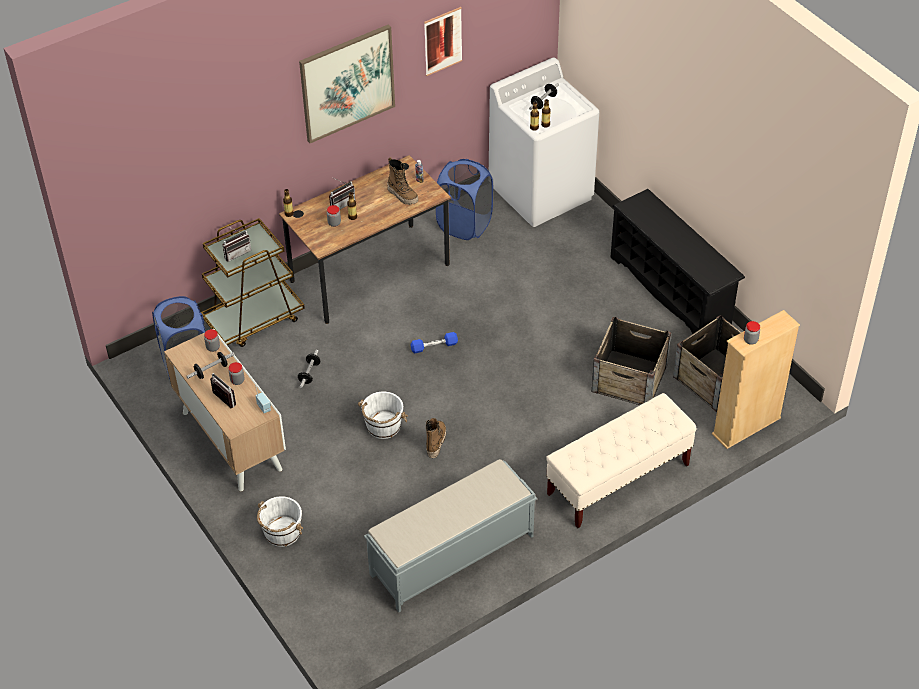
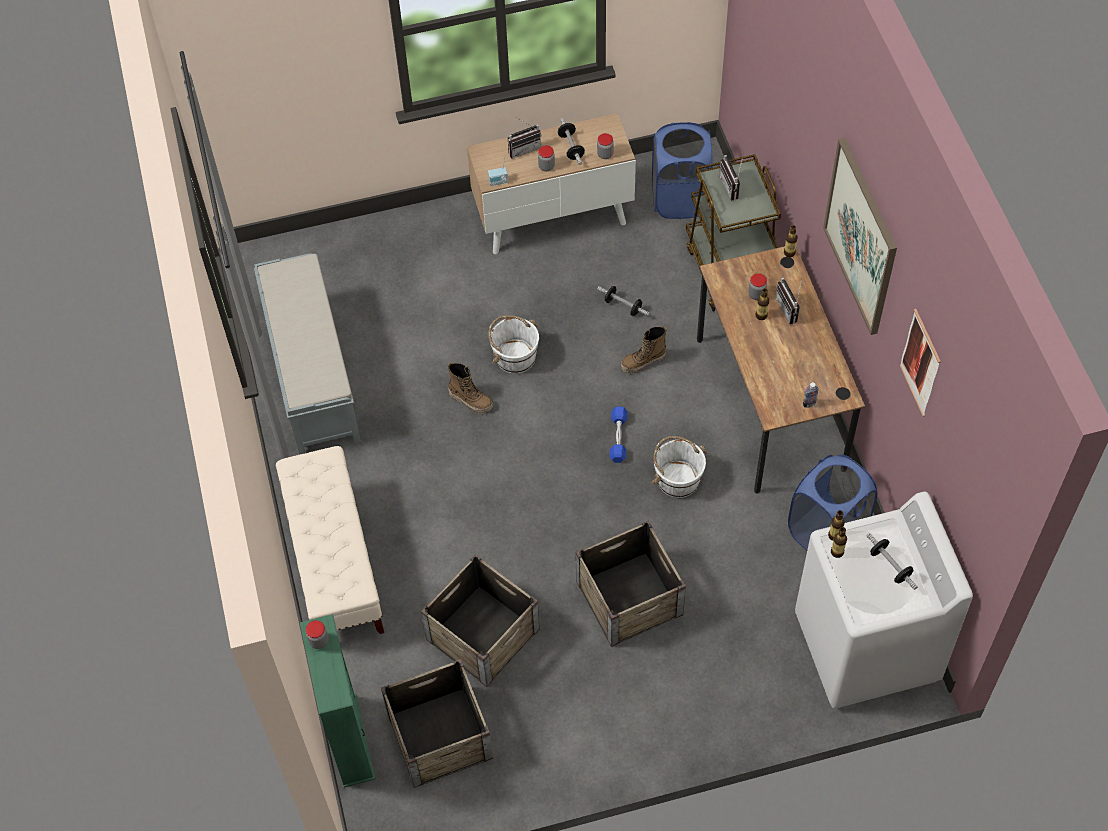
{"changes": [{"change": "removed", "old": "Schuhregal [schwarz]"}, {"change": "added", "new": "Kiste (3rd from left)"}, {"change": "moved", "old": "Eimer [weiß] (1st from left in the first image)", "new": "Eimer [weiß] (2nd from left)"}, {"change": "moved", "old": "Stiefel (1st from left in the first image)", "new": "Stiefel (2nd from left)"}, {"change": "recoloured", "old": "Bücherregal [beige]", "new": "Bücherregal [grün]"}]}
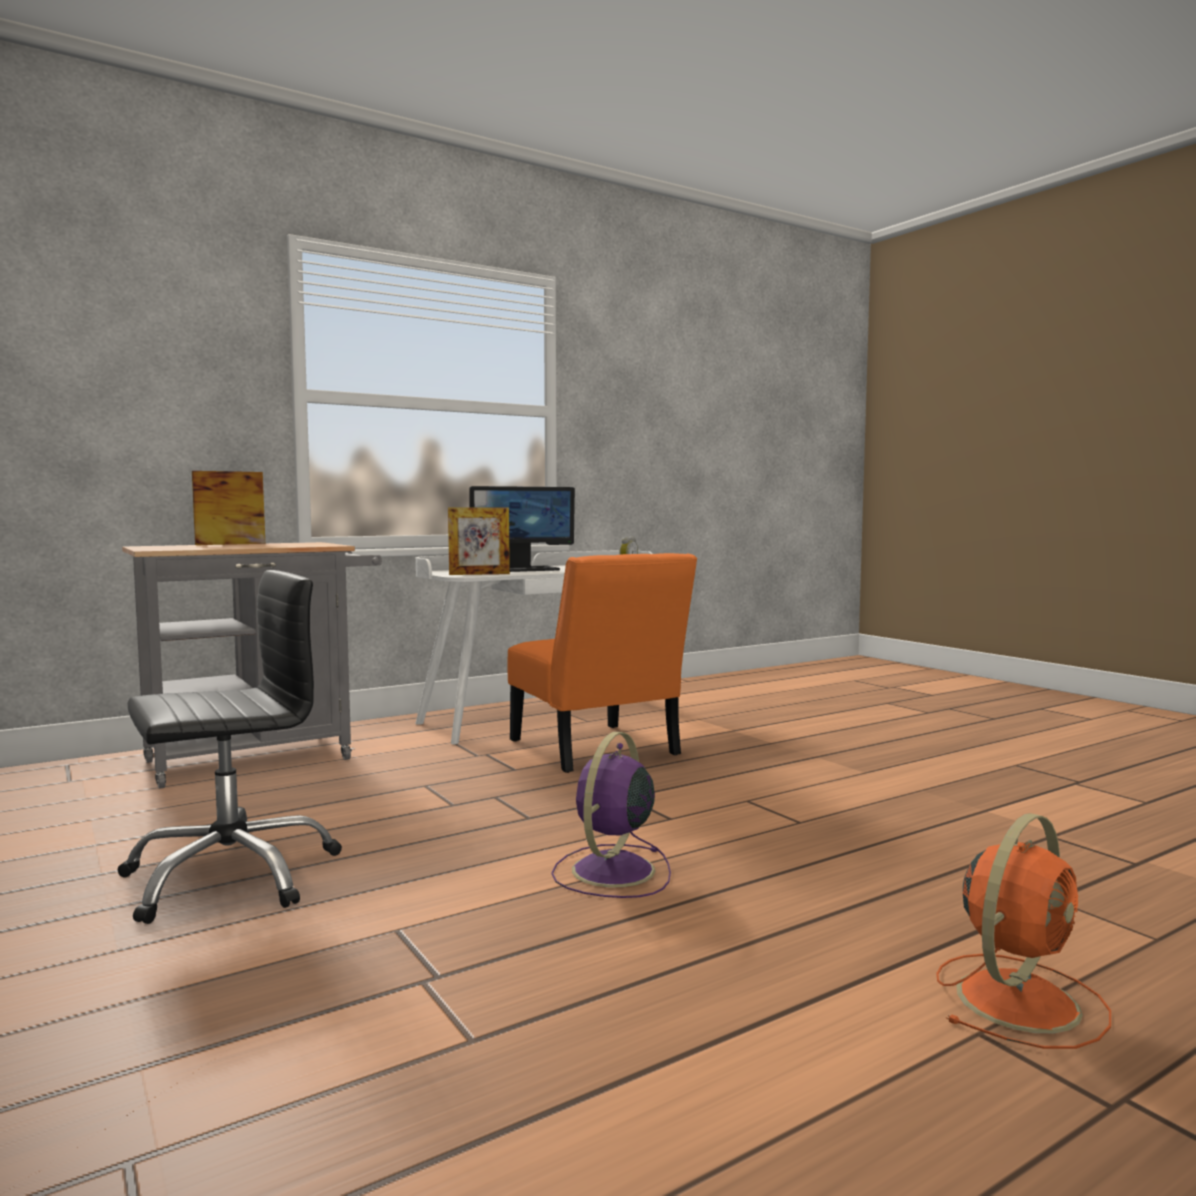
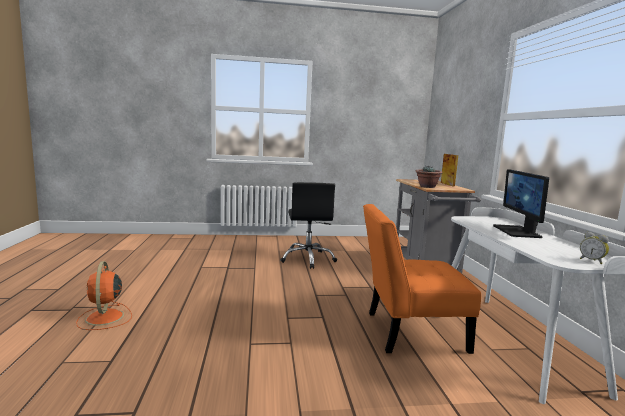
{"changes": [{"change": "removed", "old": "Bilderrahmen (2nd from left)"}, {"change": "removed", "old": "Ventilator [lila]"}, {"change": "added", "new": "Topfpflanze"}]}
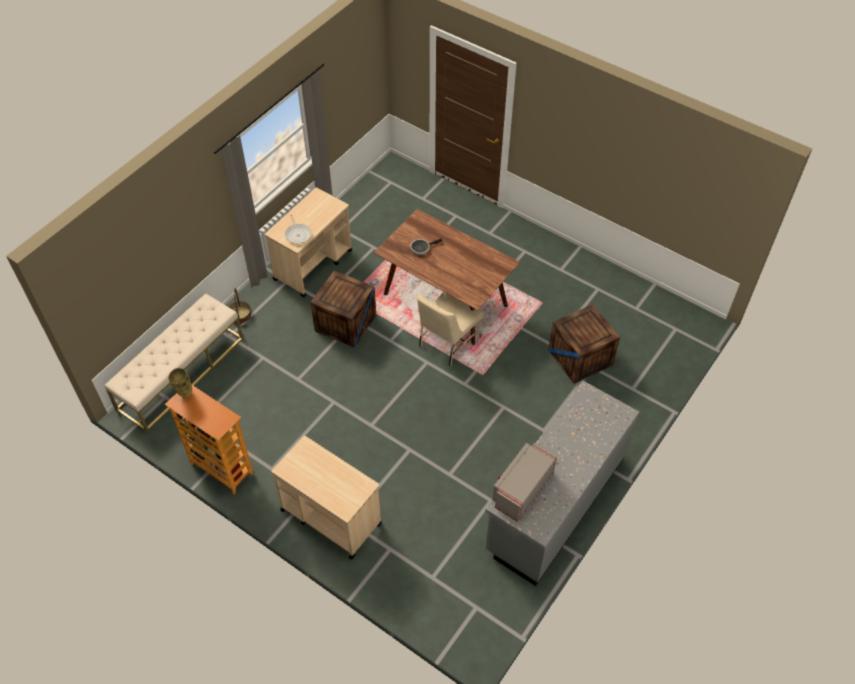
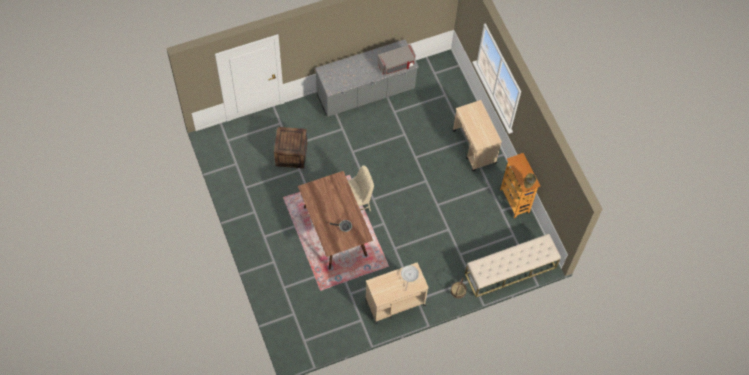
{"changes": [{"change": "removed", "old": "Kiste (1st from left)"}]}
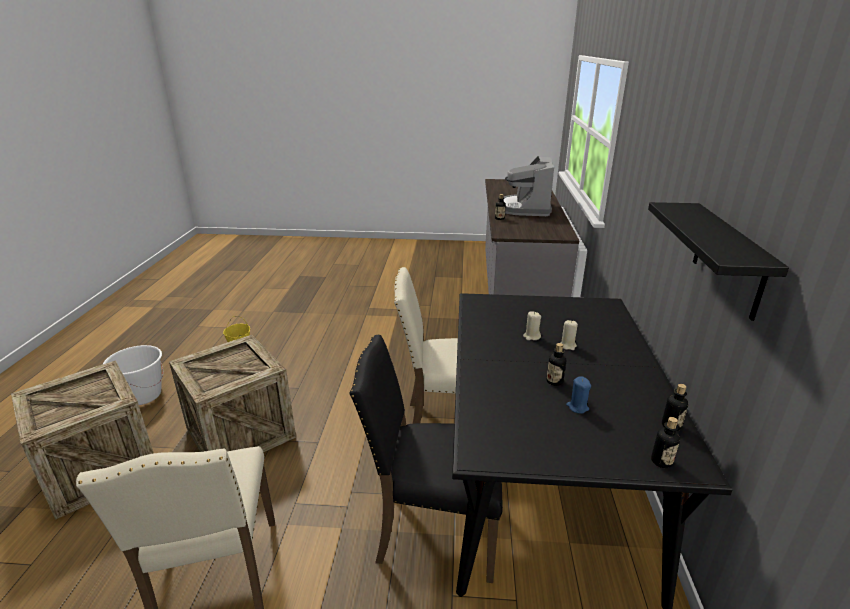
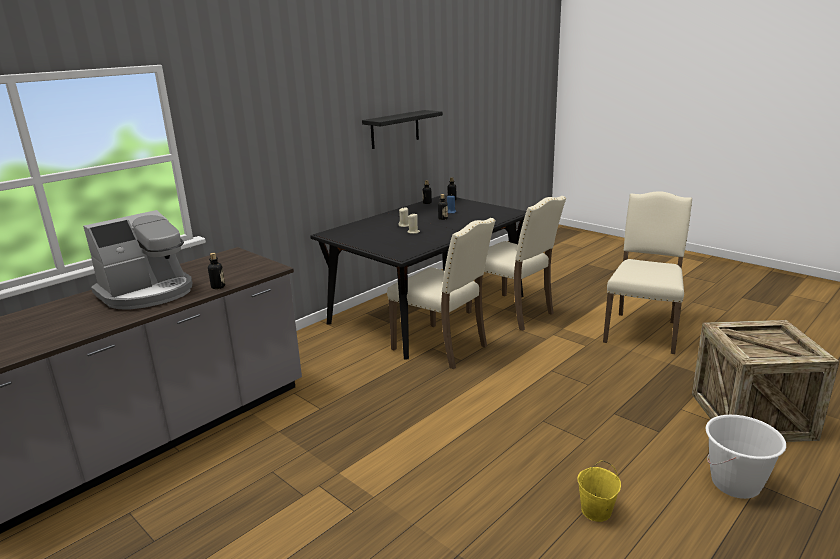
{"changes": [{"change": "removed", "old": "Kiste (2nd from left)"}, {"change": "recoloured", "old": "Stuhl [schwarz]", "new": "Stuhl [beige] (2nd from left)"}]}
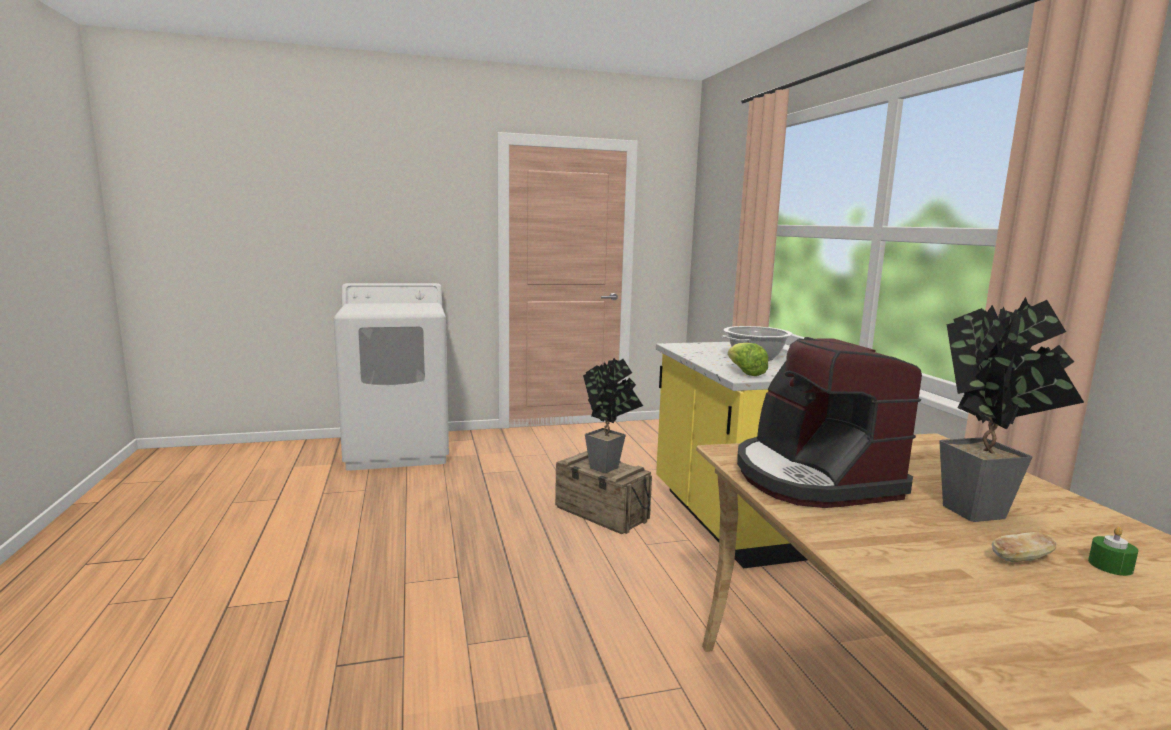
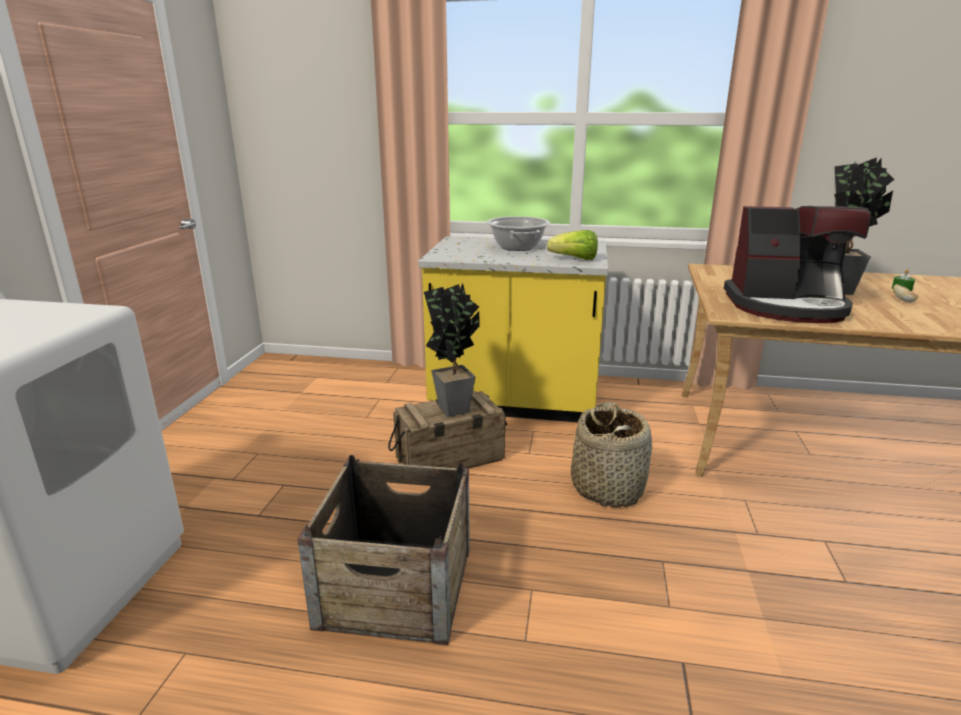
{"changes": [{"change": "added", "new": "Kiste (1st from left)"}, {"change": "added", "new": "Korb"}]}
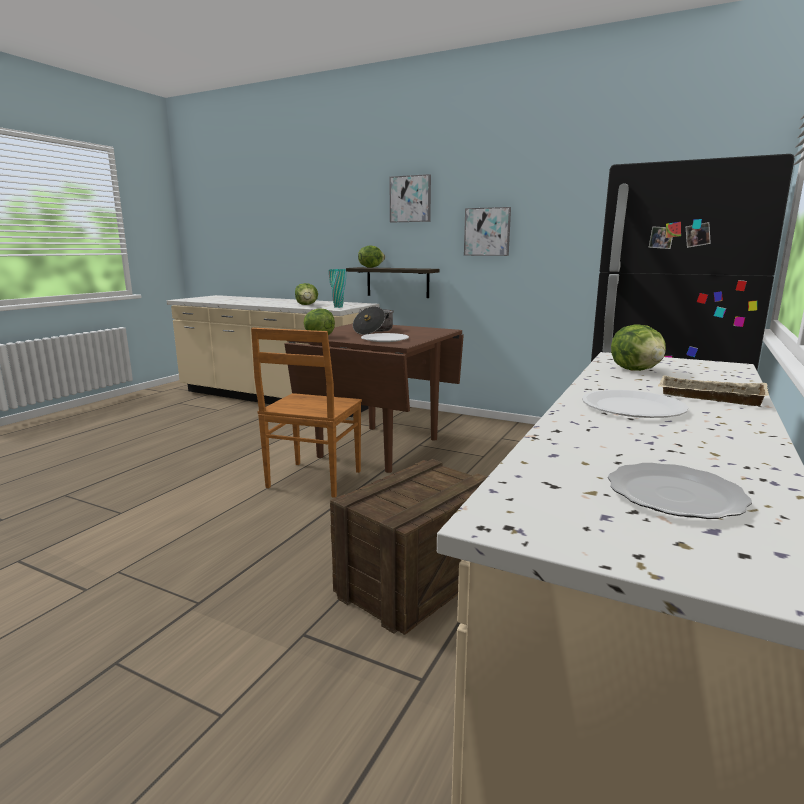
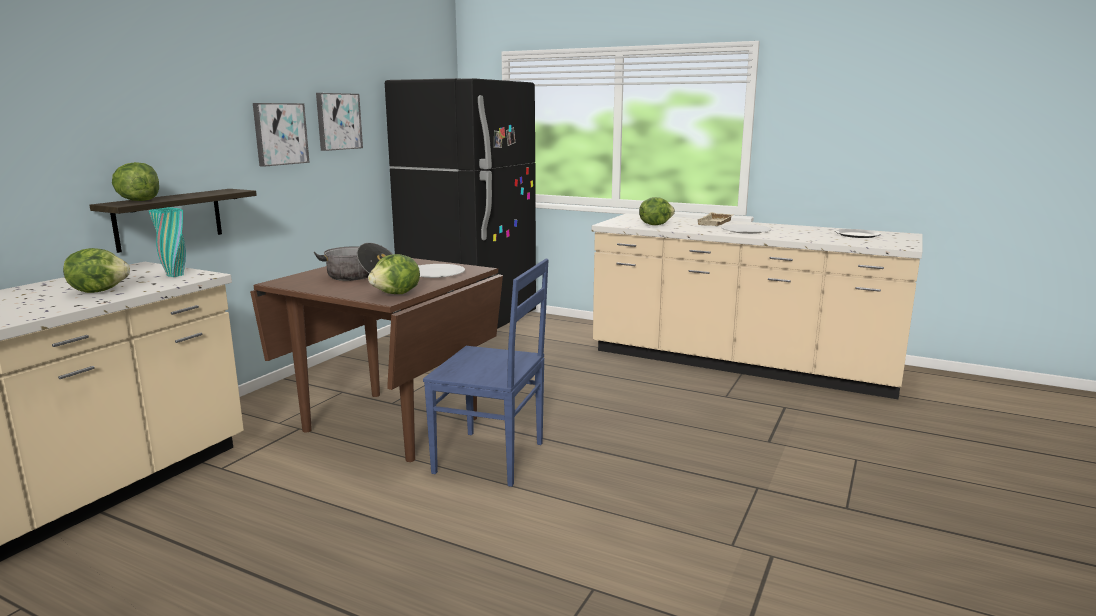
{"changes": [{"change": "removed", "old": "Kiste"}, {"change": "moved", "old": "Bild (1st from left in the first image)", "new": "Bild (2nd from left)"}, {"change": "recoloured", "old": "Stuhl [braun]", "new": "Stuhl [blau]"}]}
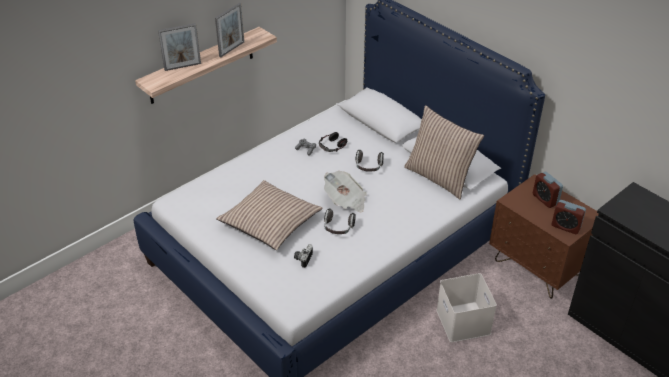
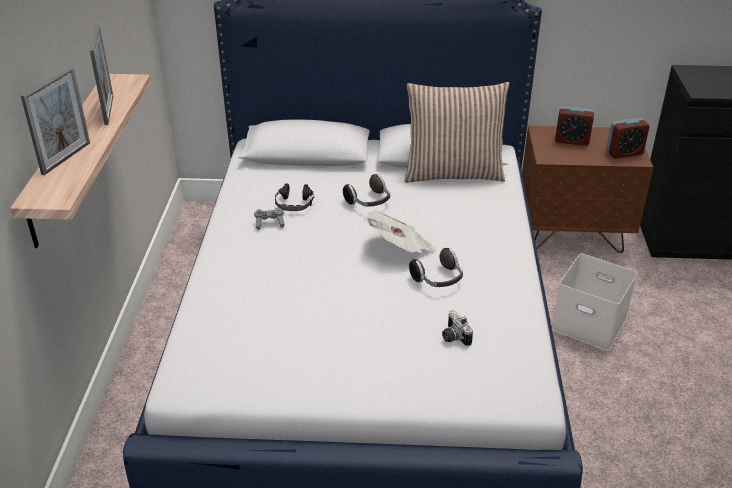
{"changes": [{"change": "removed", "old": "Kissen (1st from left)"}]}
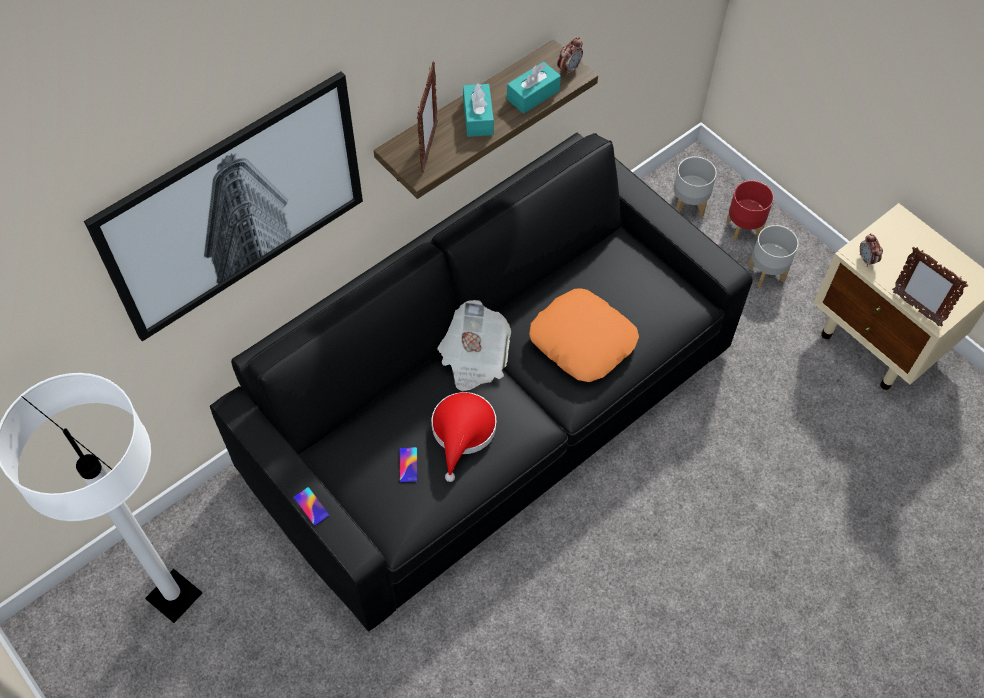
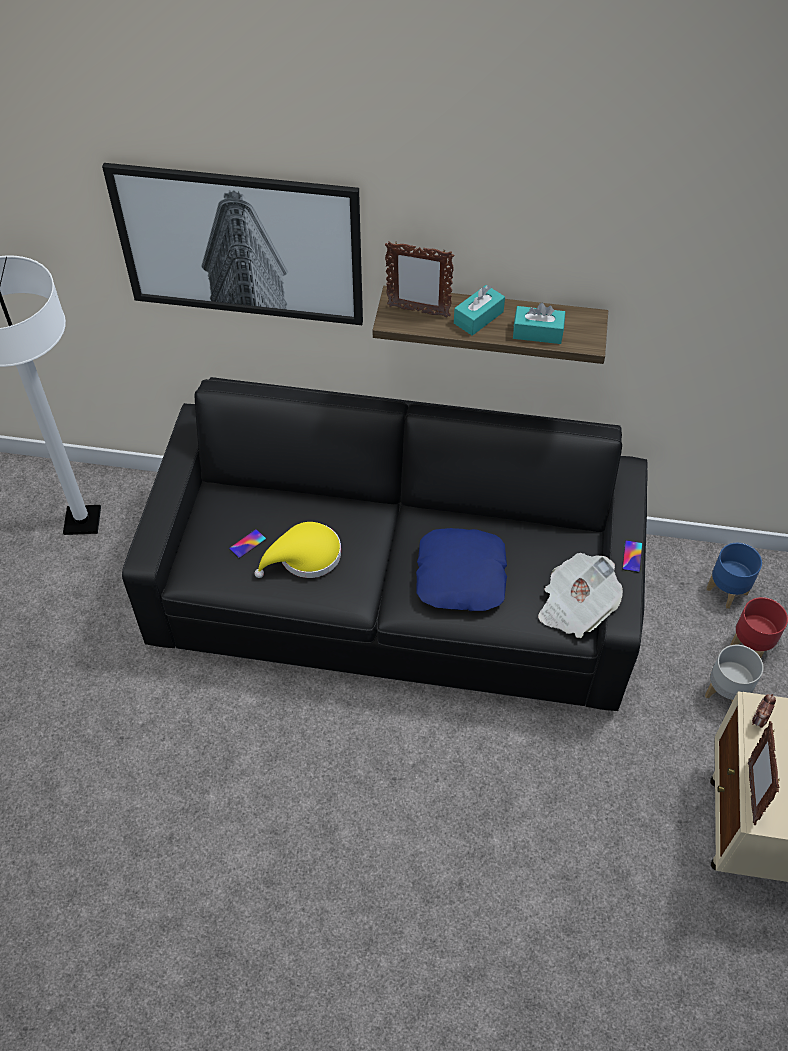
{"changes": [{"change": "removed", "old": "Wecker (1st from left)"}, {"change": "moved", "old": "Handy (1st from left in the first image)", "new": "Handy (2nd from left)"}, {"change": "moved", "old": "Zeitung"}, {"change": "recoloured", "old": "Hut [rot]", "new": "Hut [gelb]"}, {"change": "recoloured", "old": "Kissen [orange]", "new": "Kissen [blau]"}, {"change": "recoloured", "old": "Pflanzkübel [grau] (1st from left)", "new": "Pflanzkübel [blau]"}, {"change": "turned", "old": "Bilderrahmen (1st from left)", "degrees": 45}]}
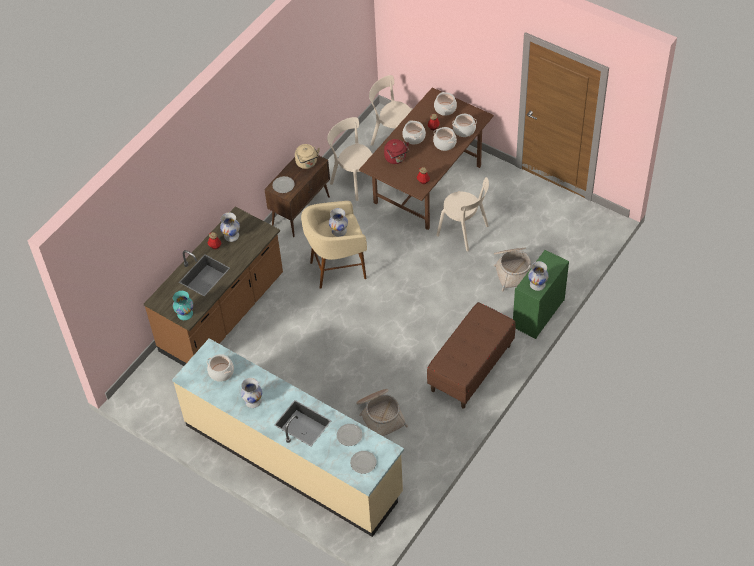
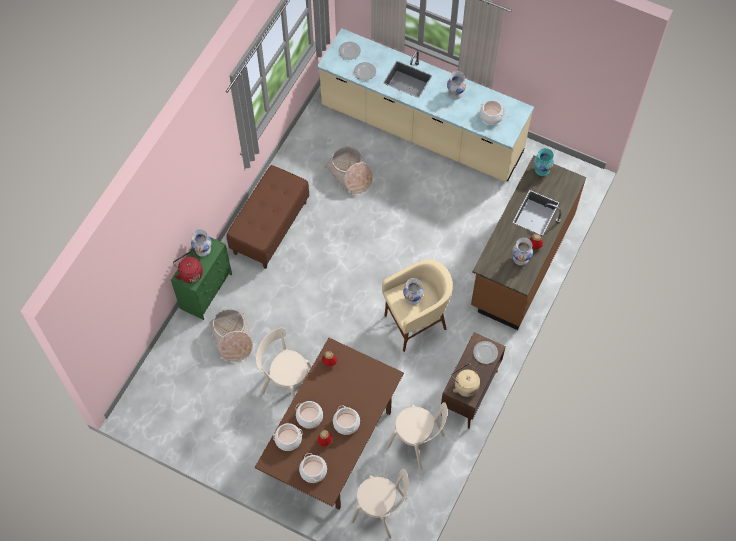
{"changes": [{"change": "moved", "old": "Wasserkessel [rot]"}]}
